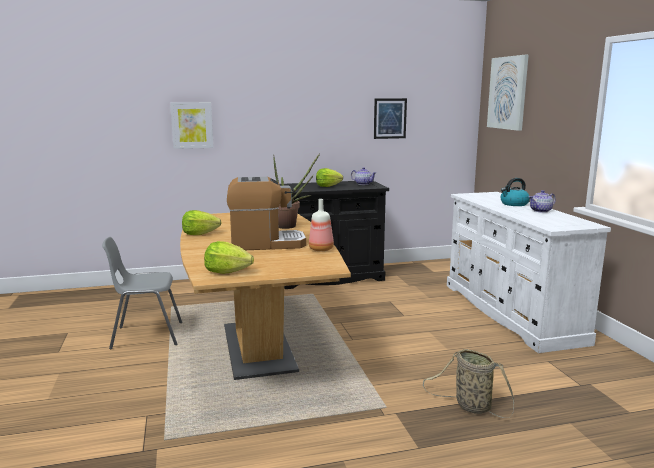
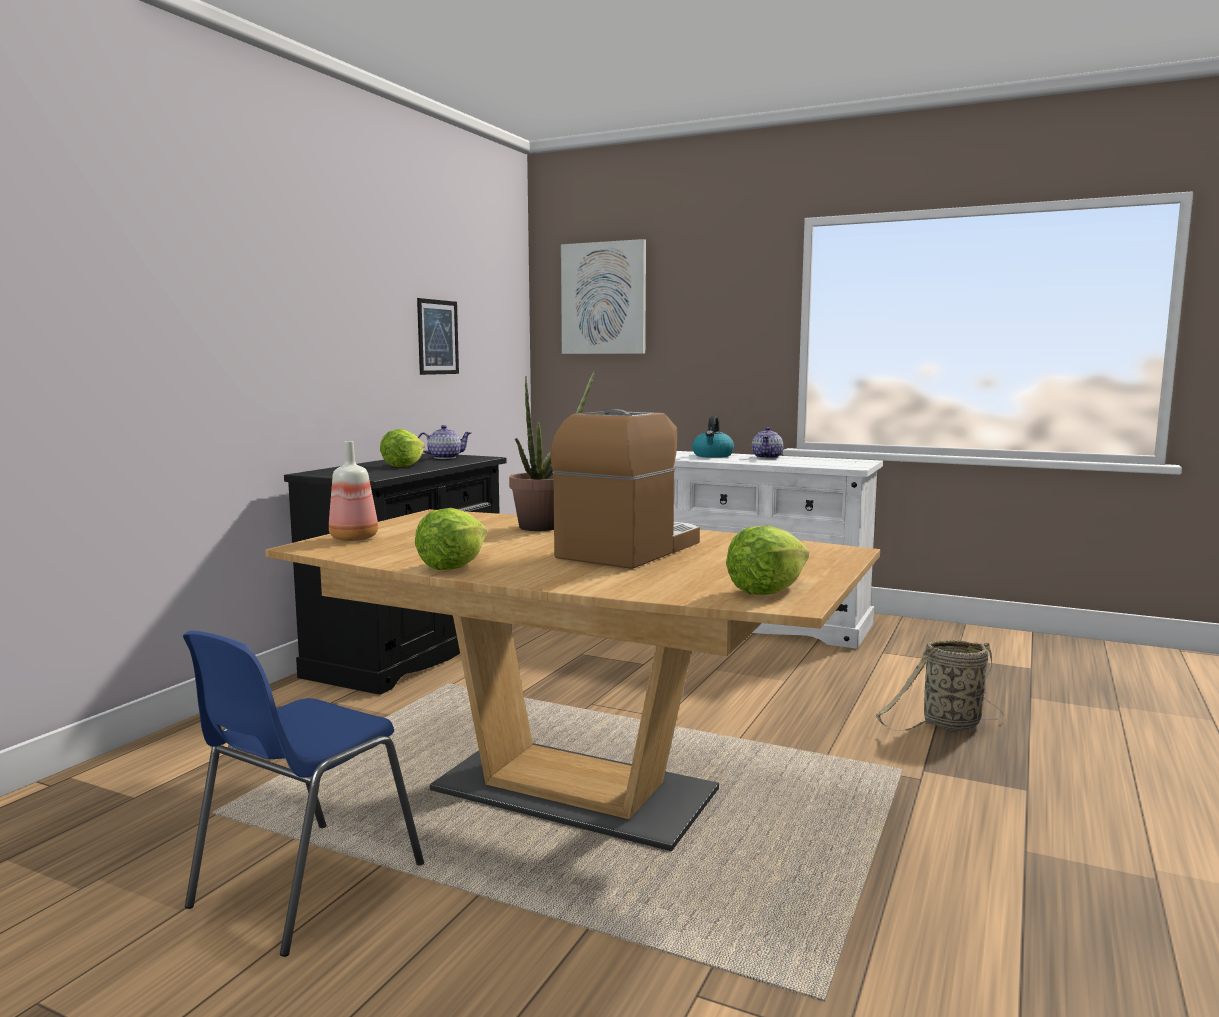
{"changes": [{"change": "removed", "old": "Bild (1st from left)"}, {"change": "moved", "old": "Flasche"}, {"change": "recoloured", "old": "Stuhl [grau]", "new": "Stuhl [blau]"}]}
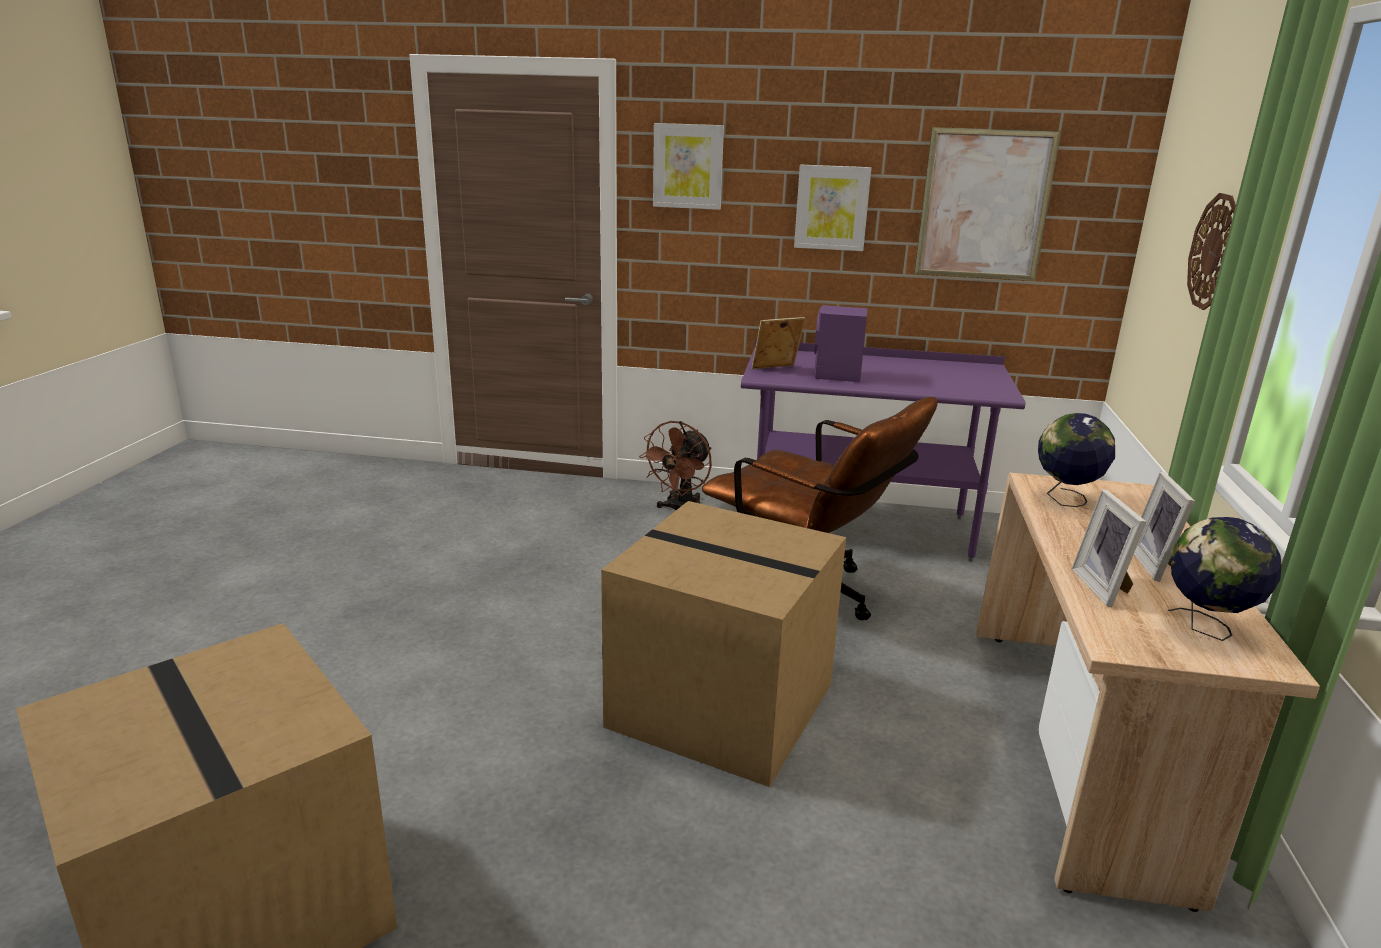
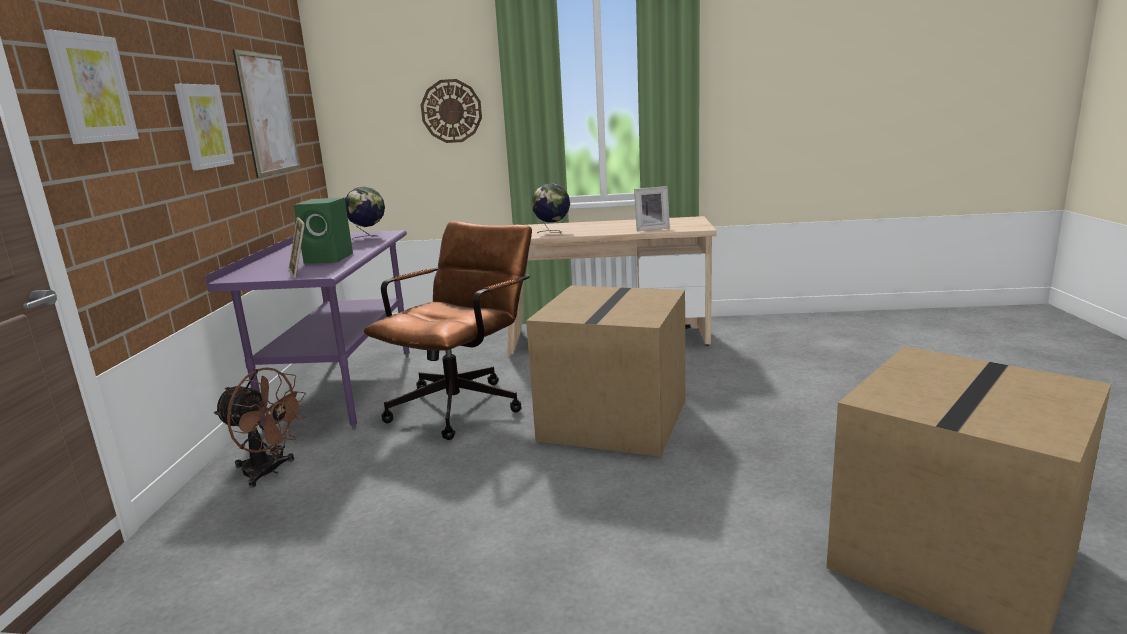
{"changes": [{"change": "removed", "old": "Bilderrahmen (3rd from left)"}, {"change": "moved", "old": "Globus (2nd from left in the first image)", "new": "Globus (1st from left)"}, {"change": "recoloured", "old": "Lautsprecher [lila]", "new": "Lautsprecher [grün]"}]}
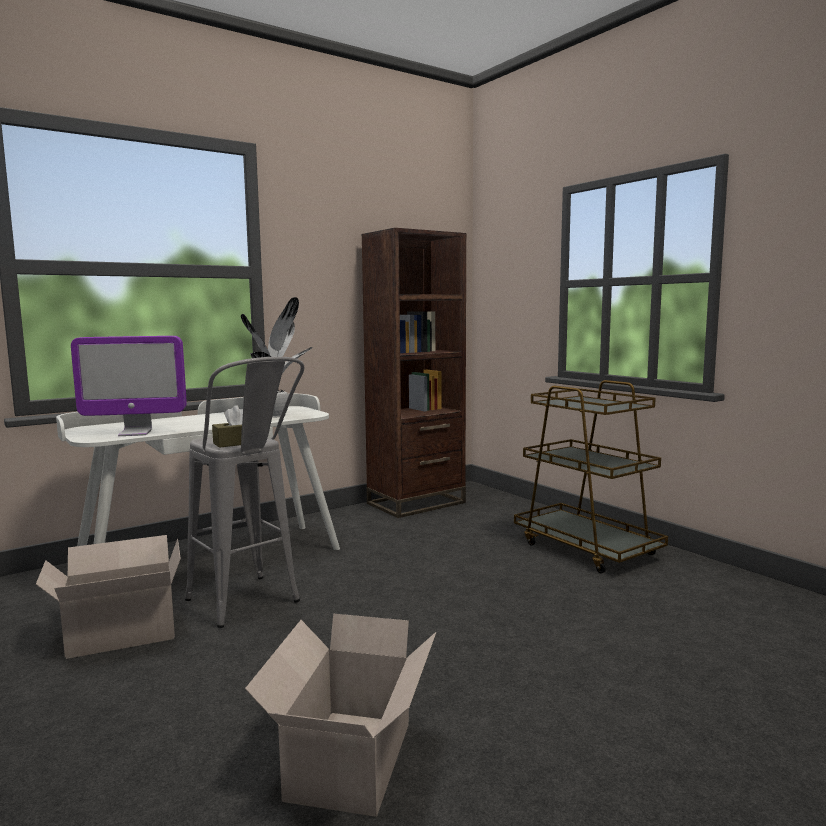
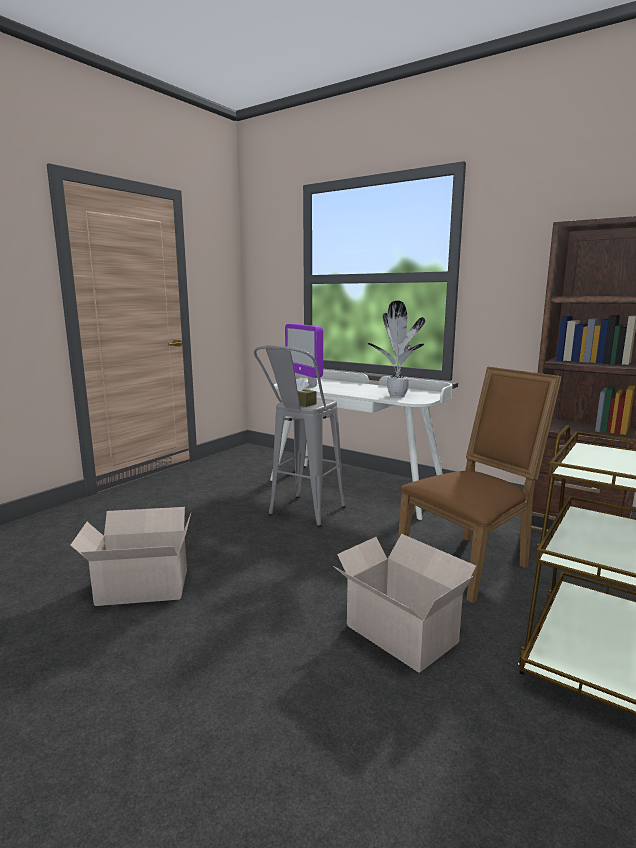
{"changes": [{"change": "added", "new": "Stuhl [braun]"}, {"change": "moved", "old": "Karton (1st from left in the first image)", "new": "Karton (2nd from left)"}]}
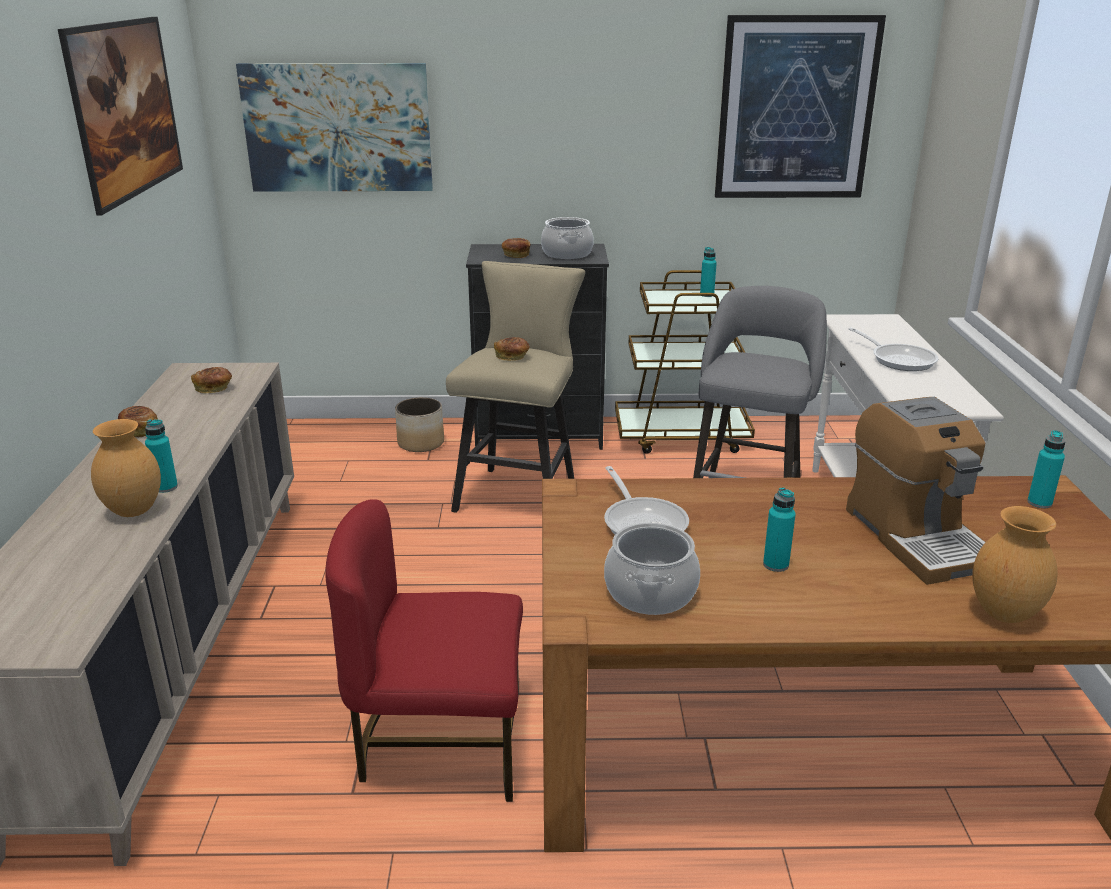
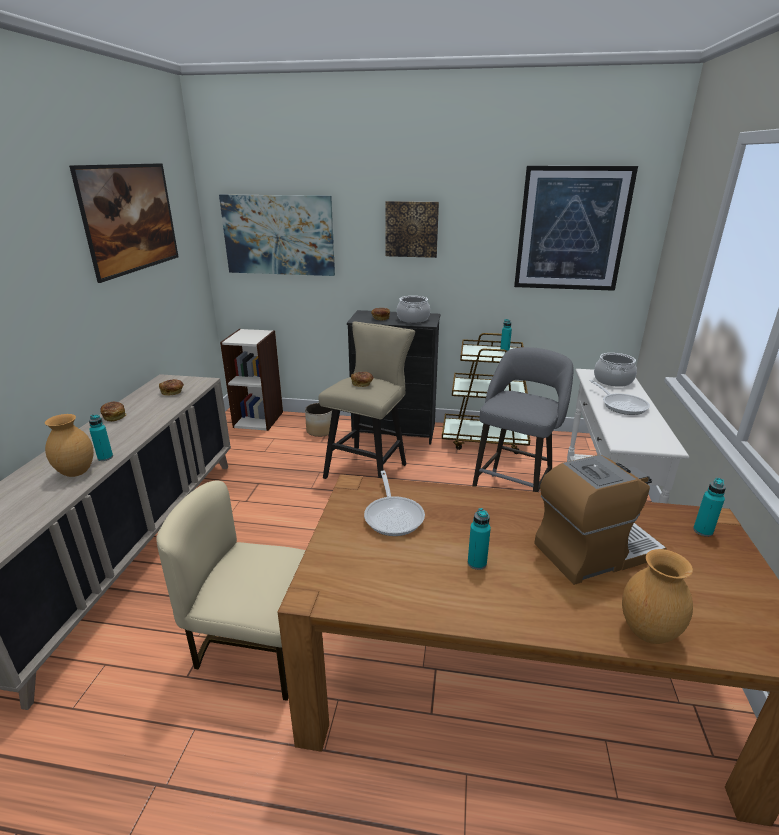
{"changes": [{"change": "added", "new": "Bücherregal"}, {"change": "added", "new": "Bild (3rd from left)"}, {"change": "moved", "old": "Kochtopf (2nd from left)"}, {"change": "recoloured", "old": "Stuhl [rot]", "new": "Stuhl [beige]"}, {"change": "turned", "old": "Kaffeemaschine", "degrees": -105}]}
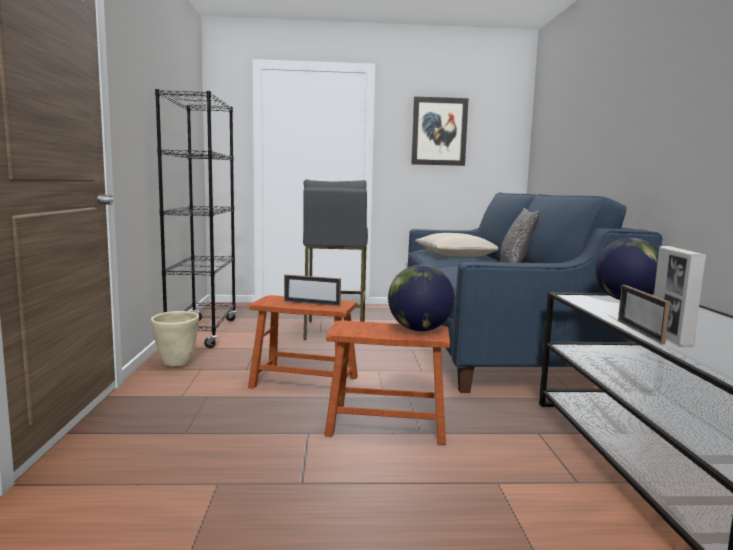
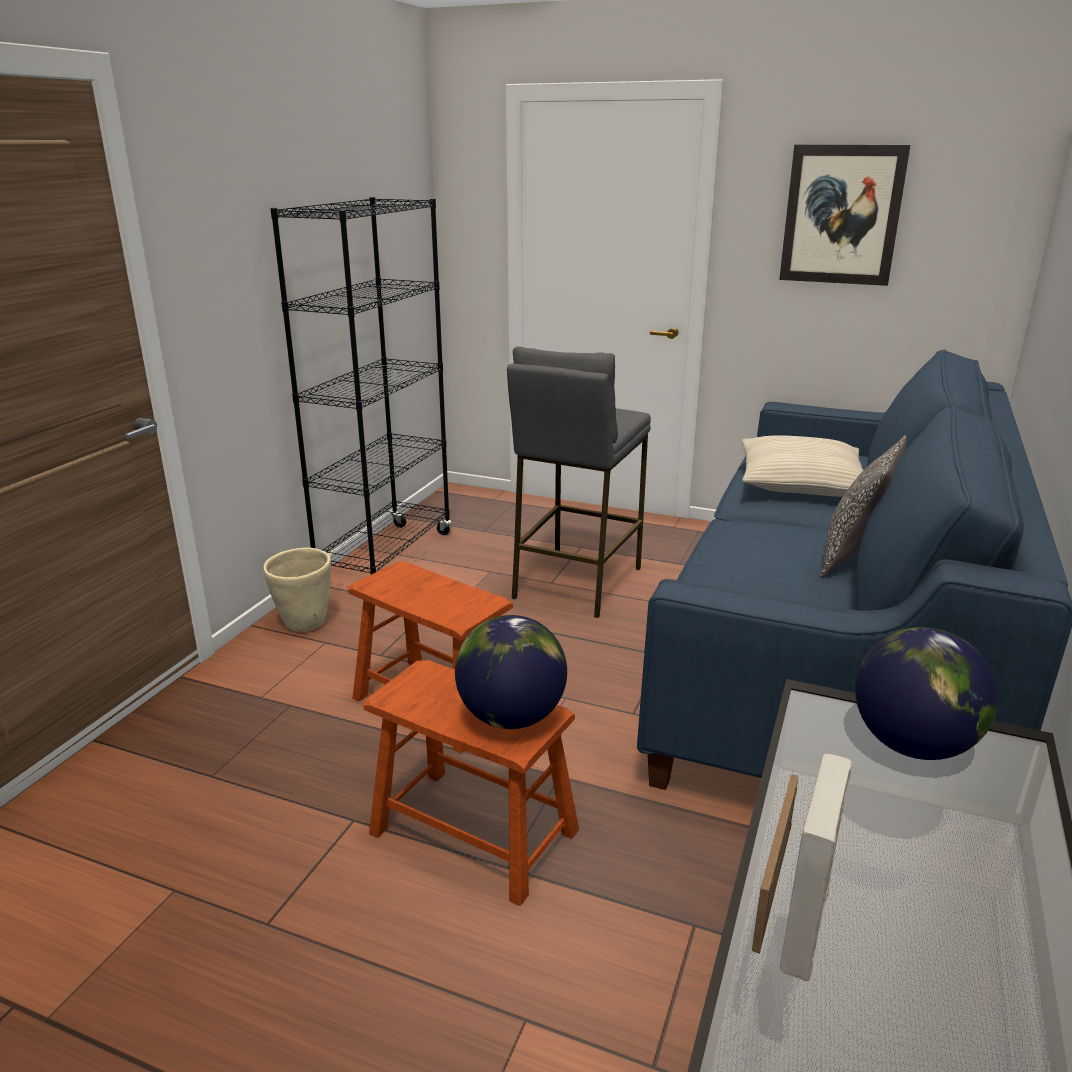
{"changes": [{"change": "removed", "old": "Bilderrahmen (1st from left)"}]}
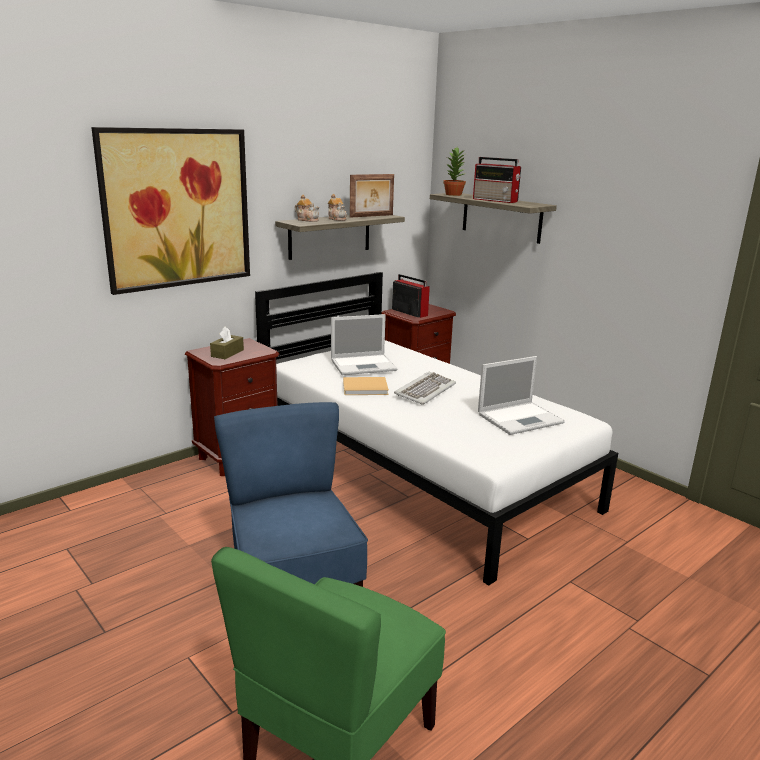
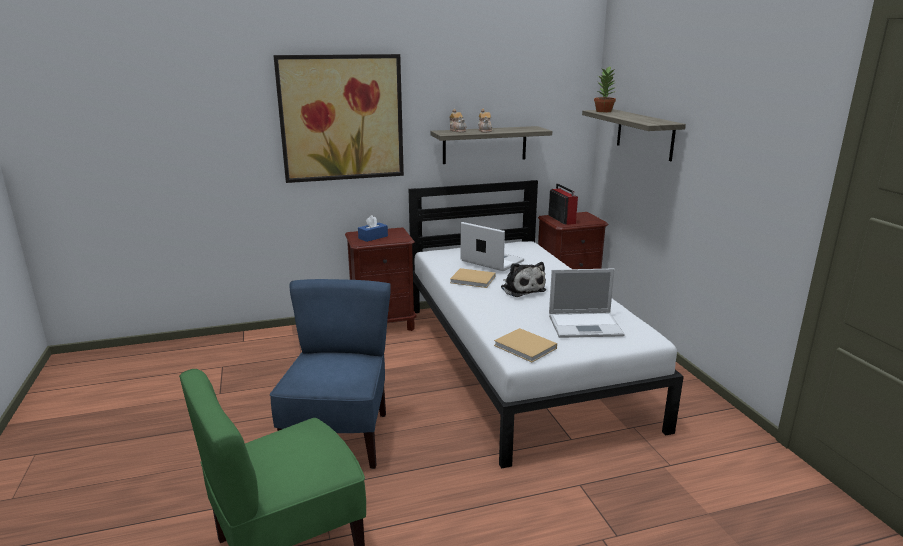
{"changes": [{"change": "removed", "old": "Bilderrahmen"}, {"change": "removed", "old": "Radio (2nd from left)"}, {"change": "added", "new": "Buch [beige] (2nd from left)"}, {"change": "replaced", "old": "Tastatur", "new": "Plüschtier"}, {"change": "recoloured", "old": "Taschentuchbox [braun]", "new": "Taschentuchbox [blau]"}, {"change": "turned", "old": "Laptop (1st from left)", "degrees": -150}]}
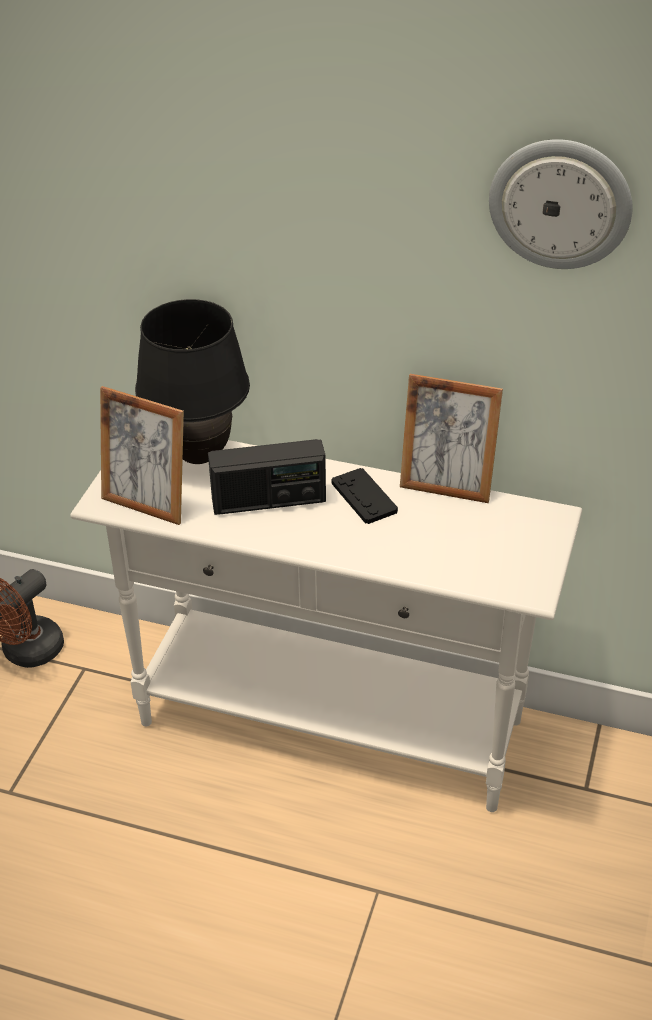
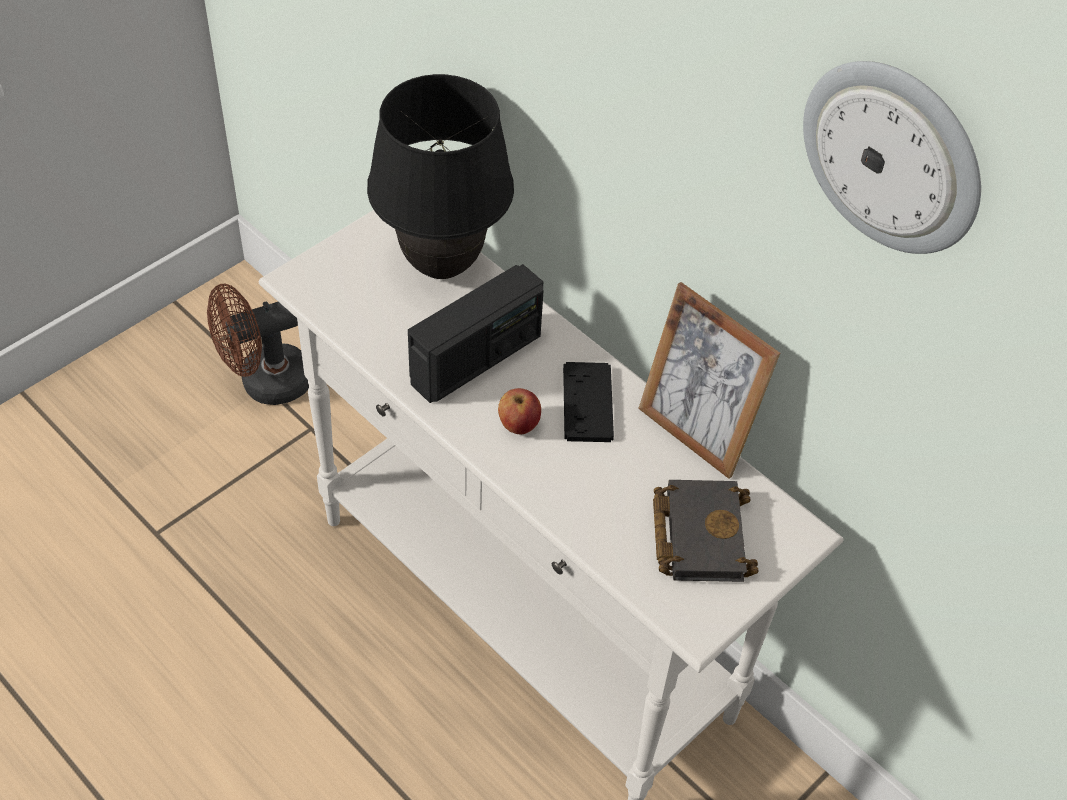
{"changes": [{"change": "removed", "old": "Bilderrahmen (1st from left)"}, {"change": "added", "new": "Apfel"}, {"change": "added", "new": "Buch [schwarz]"}, {"change": "turned", "old": "Radio", "degrees": -60}]}
